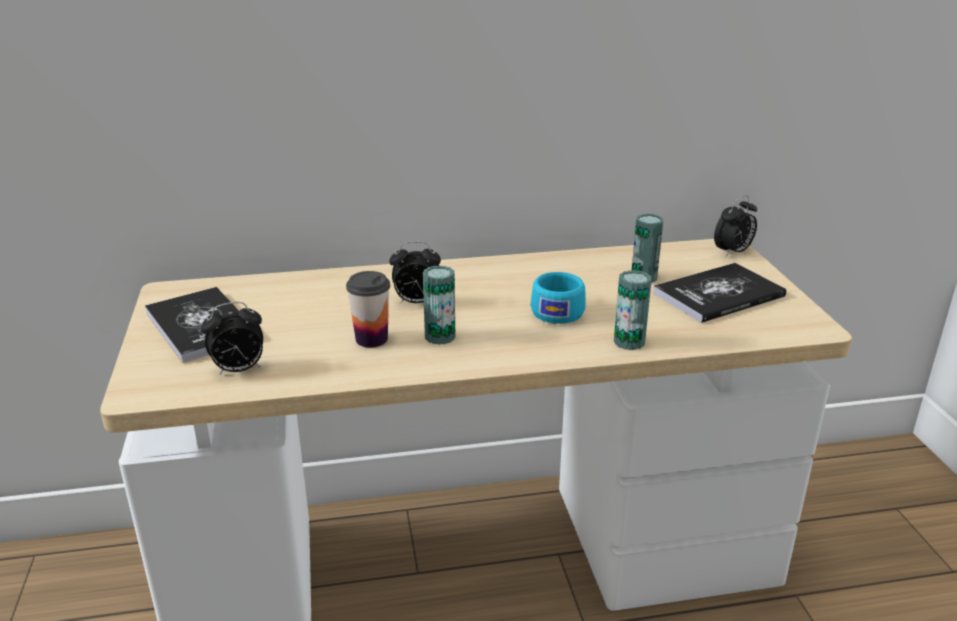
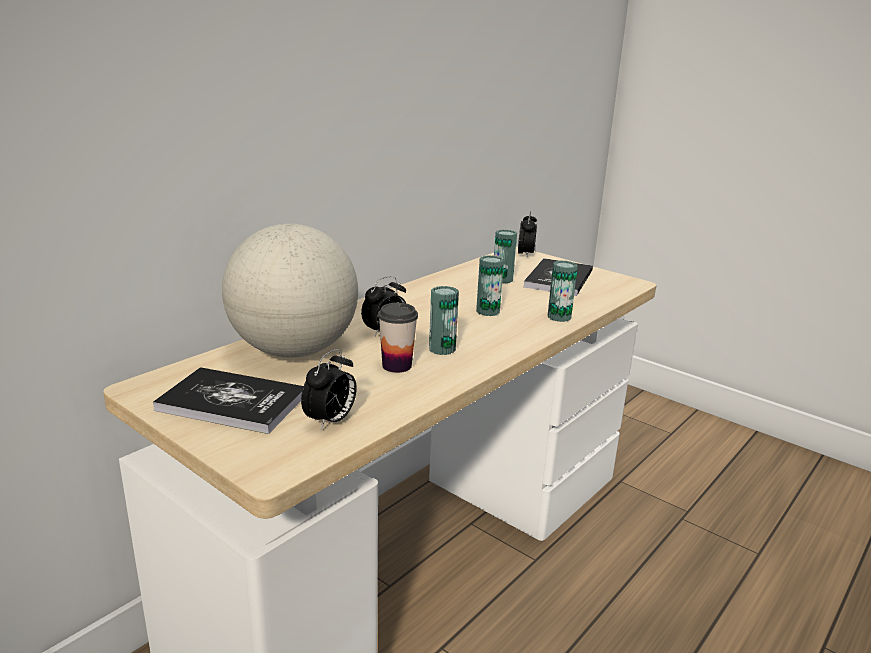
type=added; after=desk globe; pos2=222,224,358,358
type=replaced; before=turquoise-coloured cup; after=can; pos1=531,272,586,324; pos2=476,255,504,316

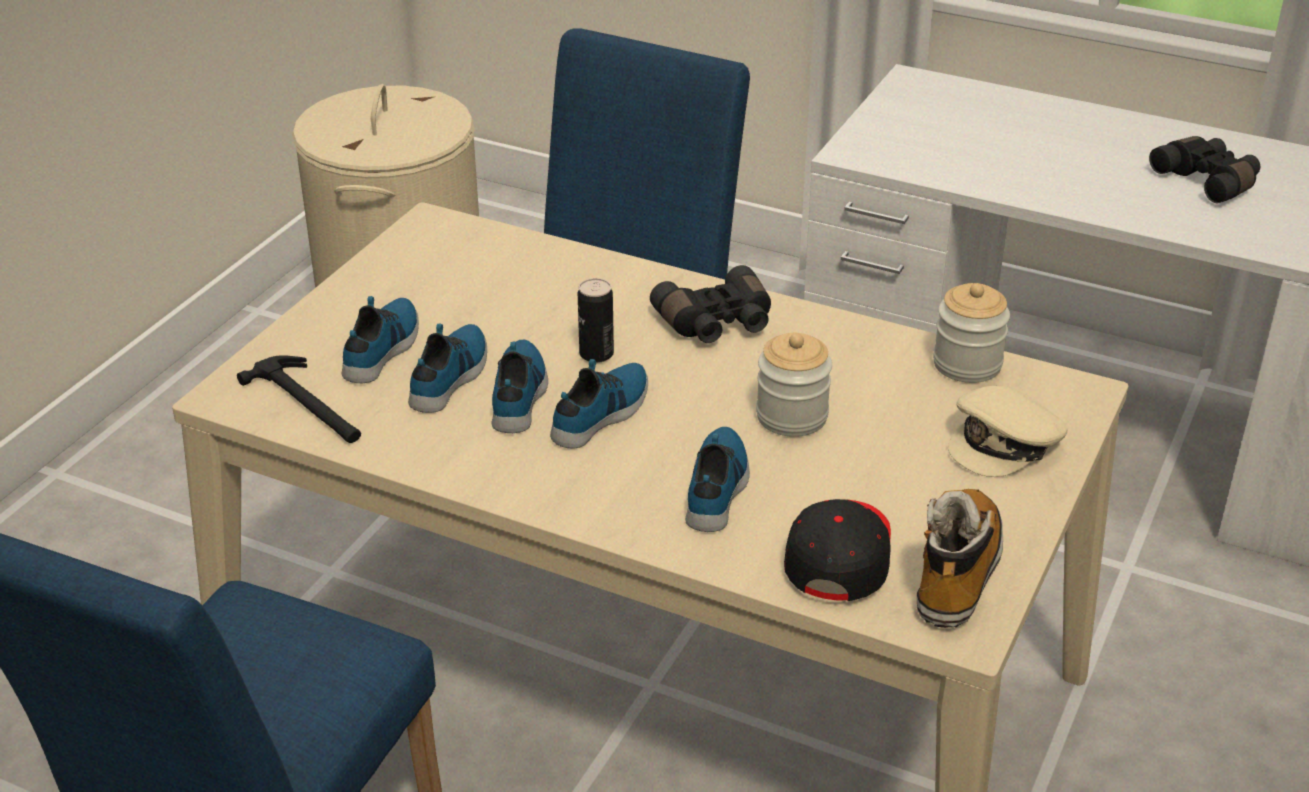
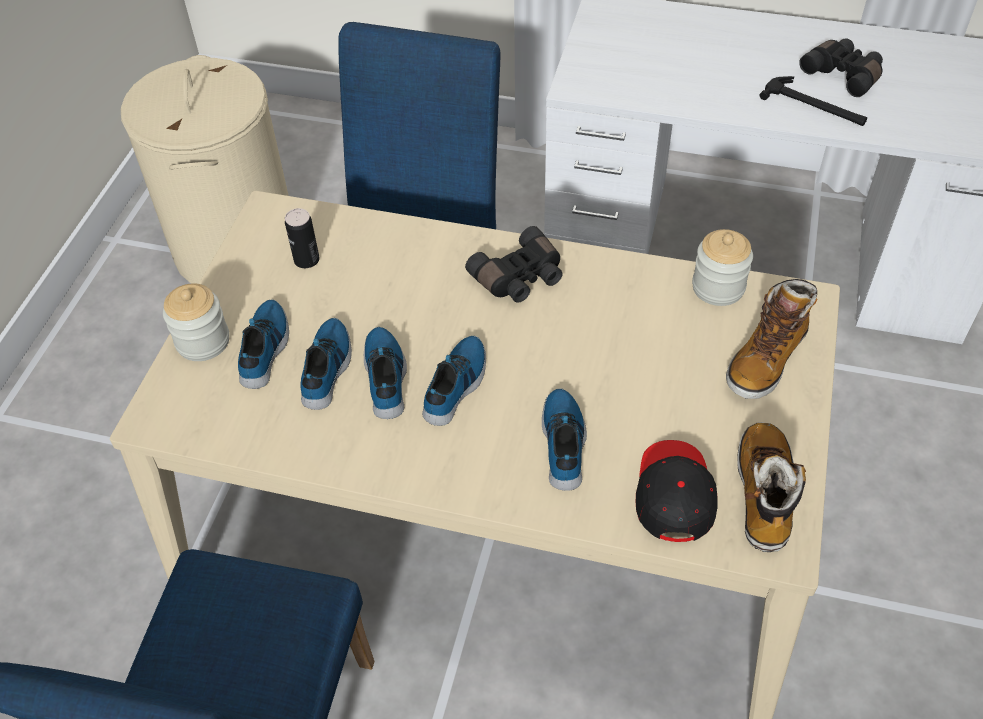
type=moved; before=storage jar; pos1=756,333,832,437; pos2=163,283,229,361
type=moved; before=can; pos1=578,278,614,363; pos2=285,208,320,268
type=replaced; before=sand-coloured cap; after=high-top boot; pos1=948,386,1068,477; pos2=726,279,817,399
type=moved; before=hand hammer; pos1=237,355,361,443; pos2=760,76,867,126

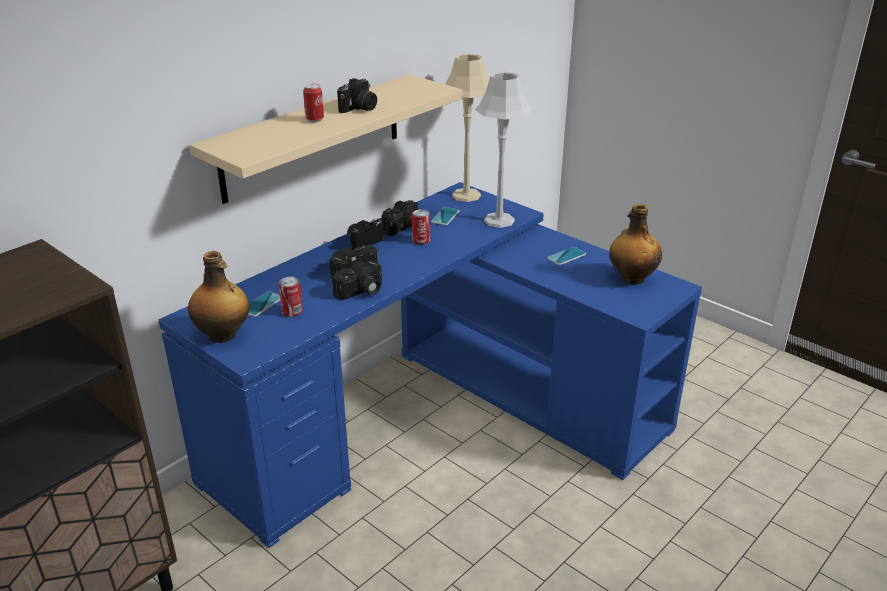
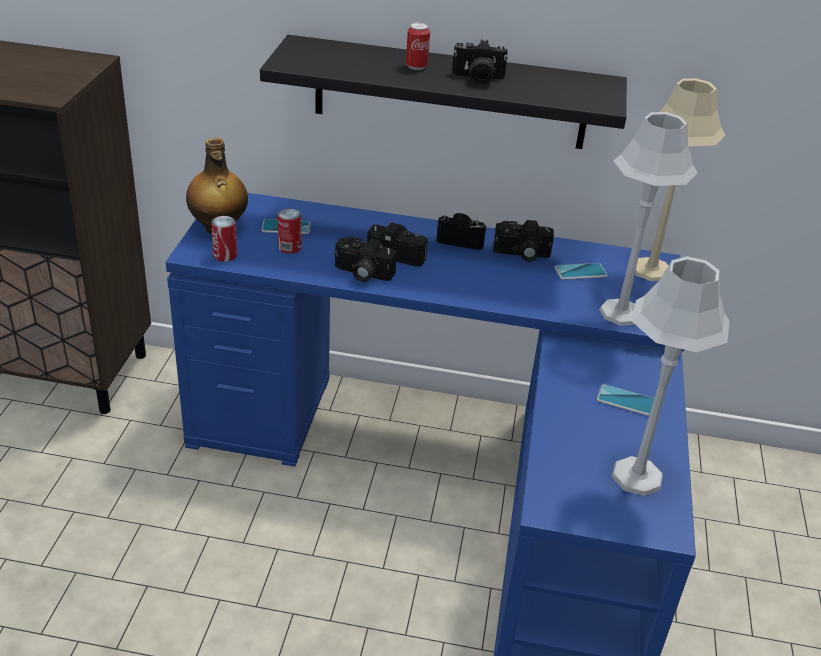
type=moved; before=can; pos1=412,209,430,244; pos2=211,216,237,262
type=recoloured; before=sand-coloured wall shelf; after=blackish wall shelf; pos1=189,74,463,204; pos2=260,35,627,149
type=replaced; before=beverage bottle; after=greyish lamp for a table; pos1=609,204,662,284; pos2=612,256,729,496

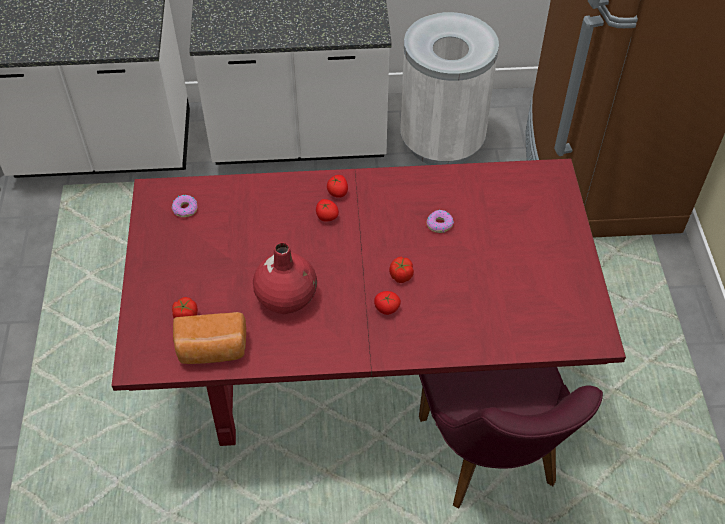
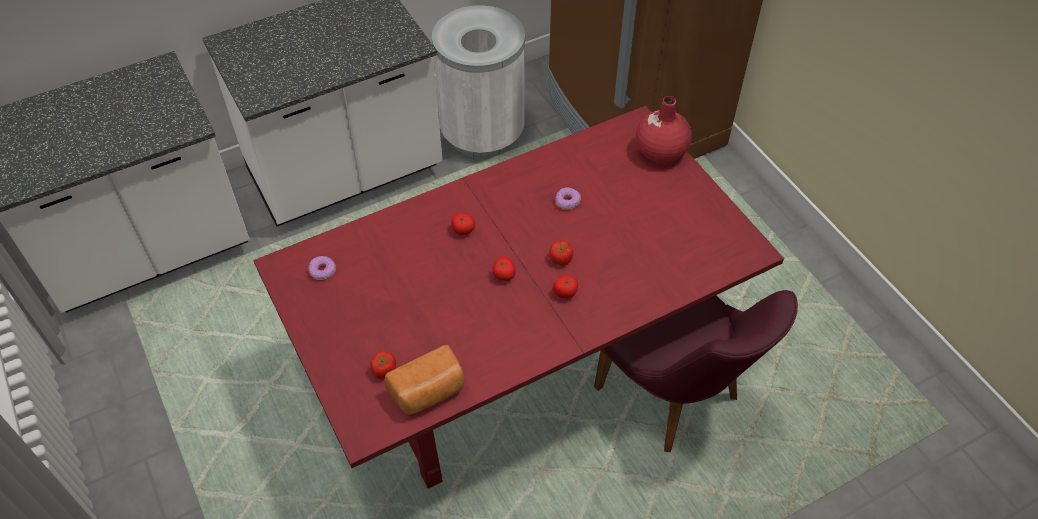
type=moved; before=tomato; pos1=327,175,348,198; pos2=493,257,516,281
type=moved; before=red flower vase; pos1=253,242,317,314; pos2=636,96,692,163

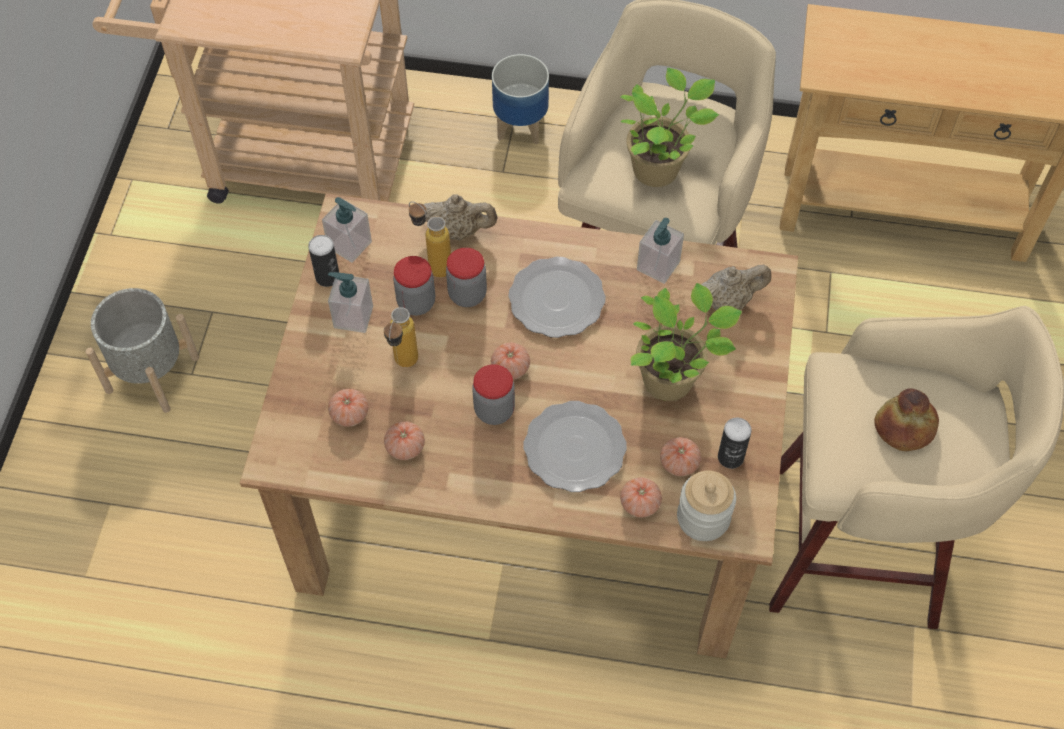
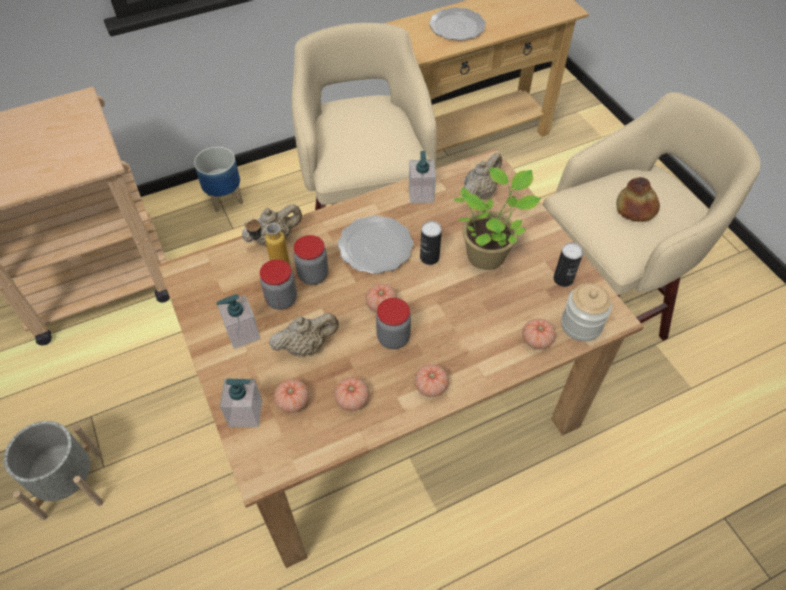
type=moved; before=liquid soap bottle; pos1=322,197,372,263; pos2=220,379,262,427
type=replaced; before=beverage bottle; after=sand-coloured tea pot; pos1=384,307,418,367; pos2=269,313,339,357
type=moved; before=tomato; pos1=660,437,701,476; pos2=414,364,449,397
type=moved; before=can; pos1=308,235,339,287; pos2=420,221,442,265
type=moved; before=flat dish; pos1=523,401,627,492; pos2=429,7,486,41
type=removed; before=potted plant; pos1=621,68,719,187

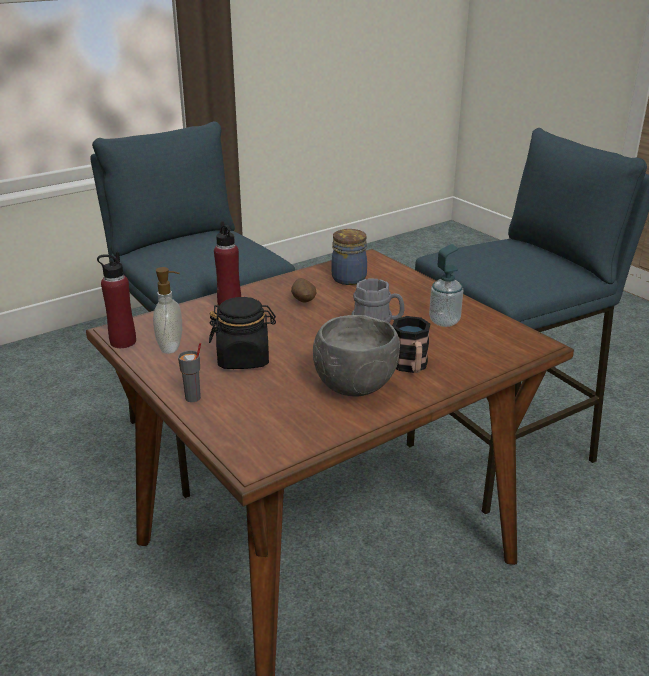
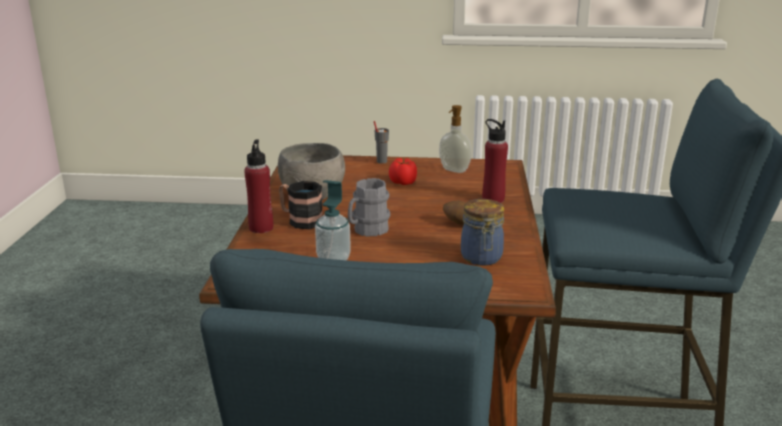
type=moved; before=red beverage bottle; pos1=97,252,136,348; pos2=244,140,273,233
type=replaced; before=blackish storage jar; after=tomato; pos1=209,297,276,369; pos2=389,158,417,185

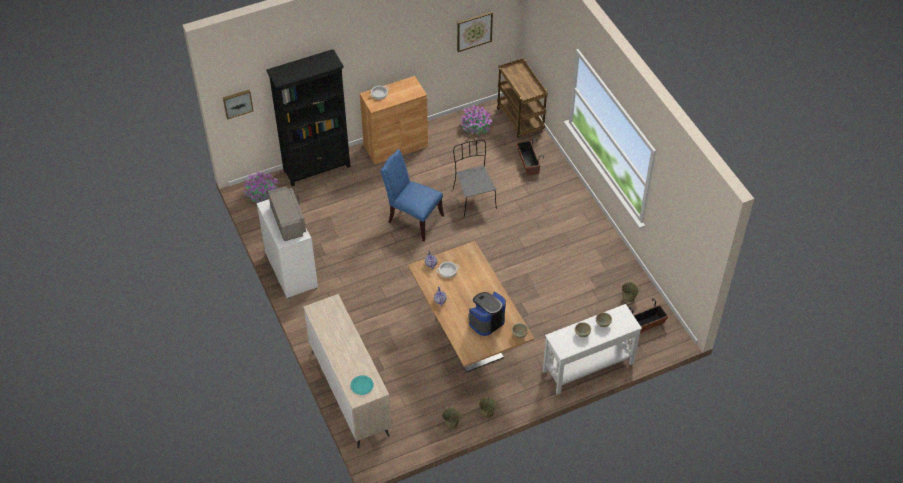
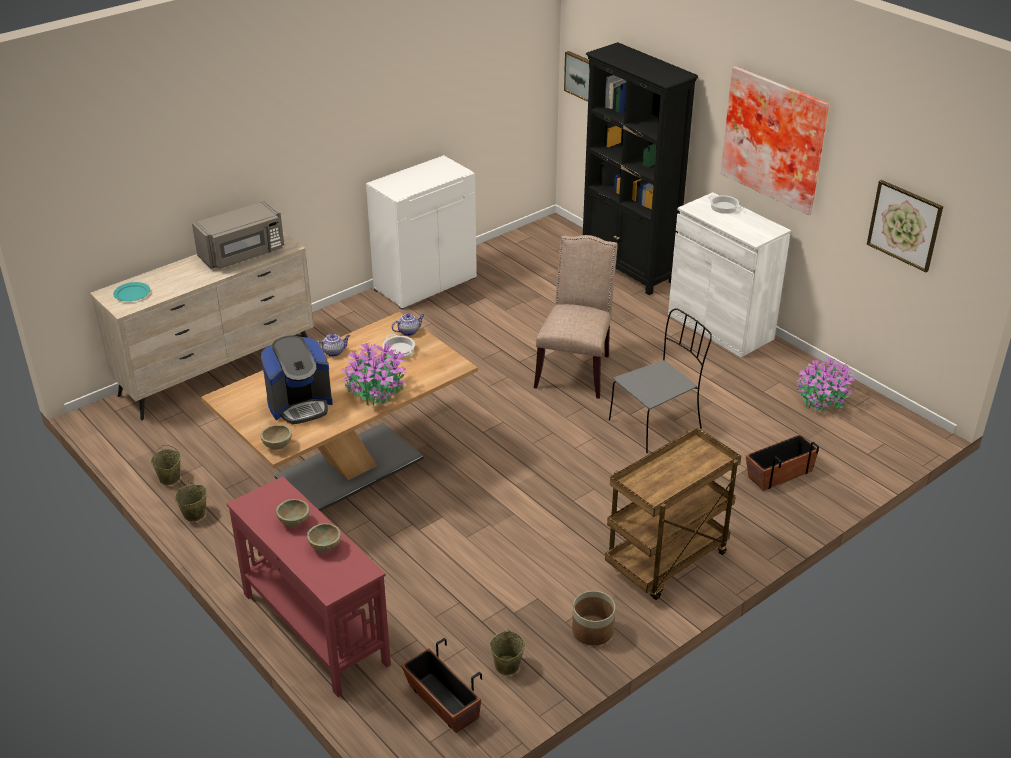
type=moved; before=greyish microwave; pos1=268,186,306,241; pos2=192,201,284,269
type=recoloured; before=white-coloured hall table; after=red hall table; pos1=543,304,642,395; pos2=226,476,391,697
type=turned; before=coffee brewer; pos1=468,292,506,336; pos2=261,336,333,424; turn=120
type=moved; before=potted plant; pos1=243,172,279,203; pos2=341,343,407,405
type=recoloured; before=bluish chair; after=sand-coloured chair; pos1=380,149,444,241; pos2=534,235,618,399
type=added; after=plant pot; pos2=572,591,615,645
type=moved; before=brown-coloured wheeled cart; pos1=497,58,548,138; pos2=605,427,741,600
type=recoloured; before=brown-coloured storage cabinet; after=white-coloured storage cabinet; pos1=360,76,428,164; pos2=668,192,791,357
type=added; after=wall picture; pos2=720,66,829,215

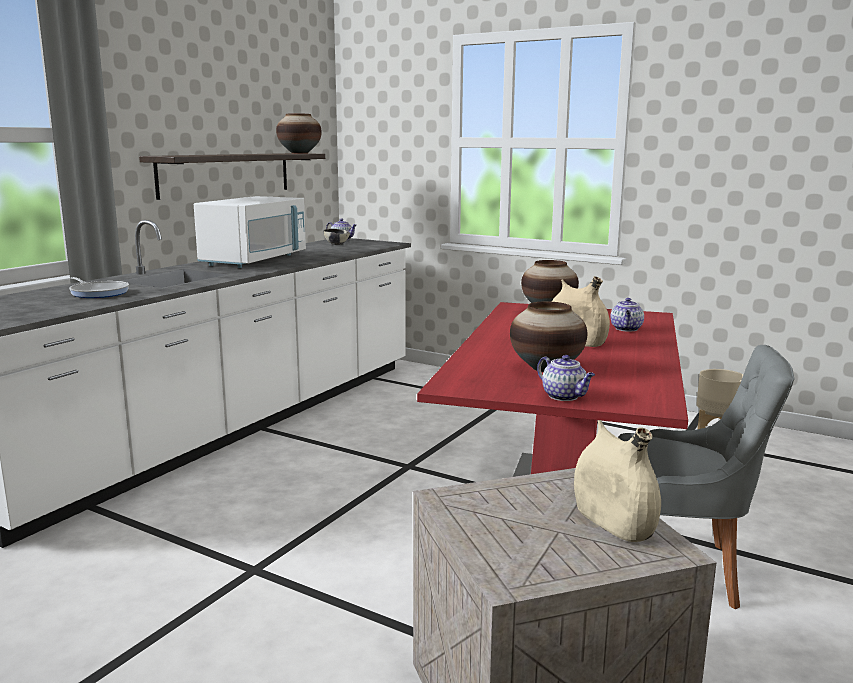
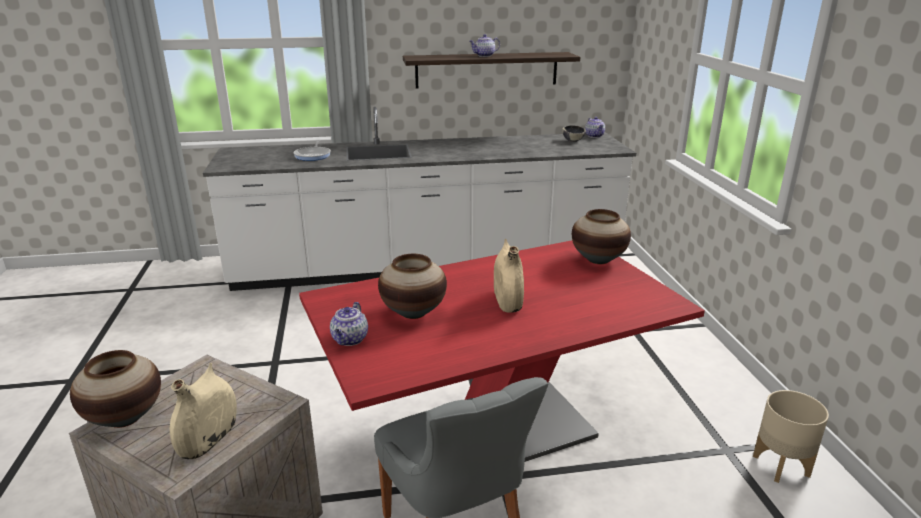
type=moved; before=flower vase; pos1=276,113,322,154; pos2=70,350,161,428
type=moved; before=tea pot; pos1=610,298,644,332; pos2=470,34,500,57
type=removed; before=white-coloured microwave; pos1=194,196,306,268

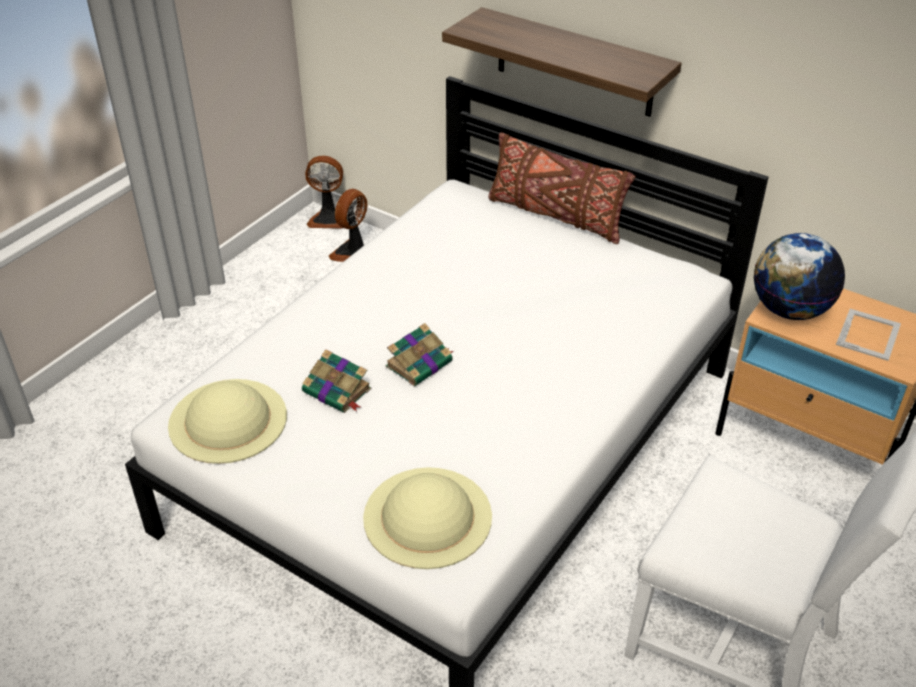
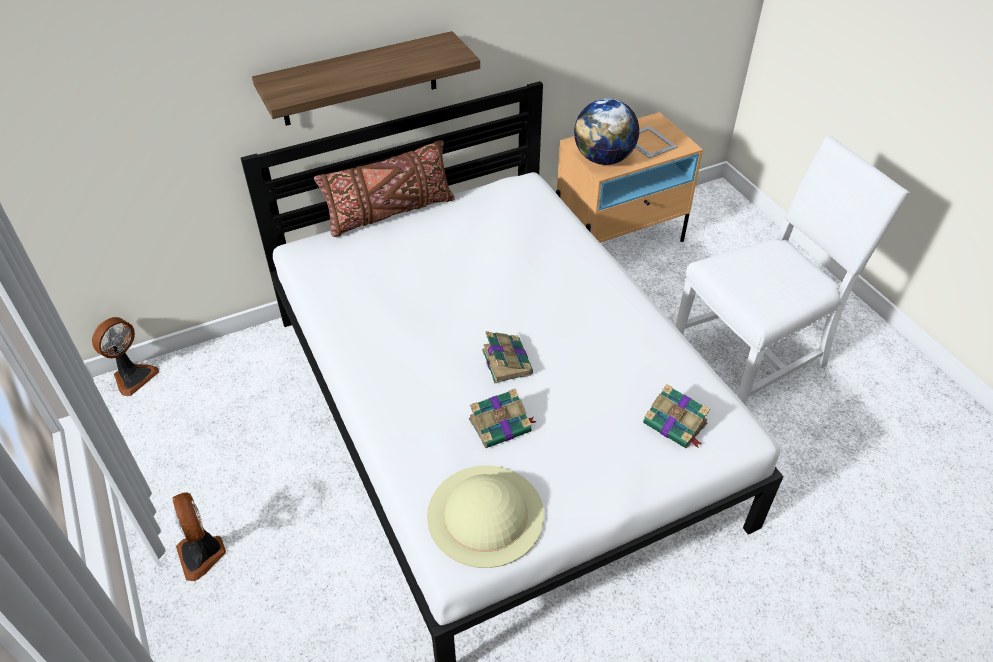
type=moved; before=electric fan; pos1=329,189,368,262; pos2=172,492,226,581
type=replaced; before=sand-coloured wearable hat; after=volume; pos1=363,467,492,569; pos2=643,384,710,448

